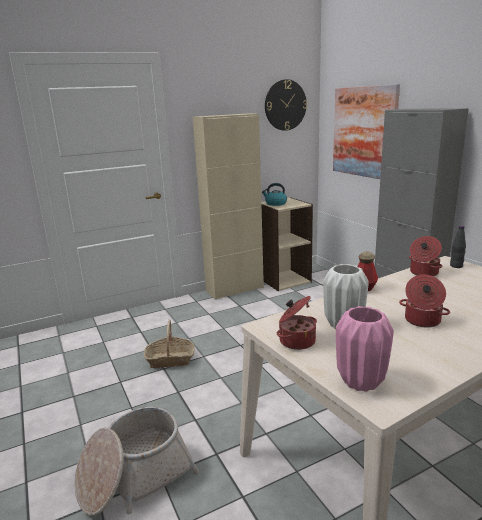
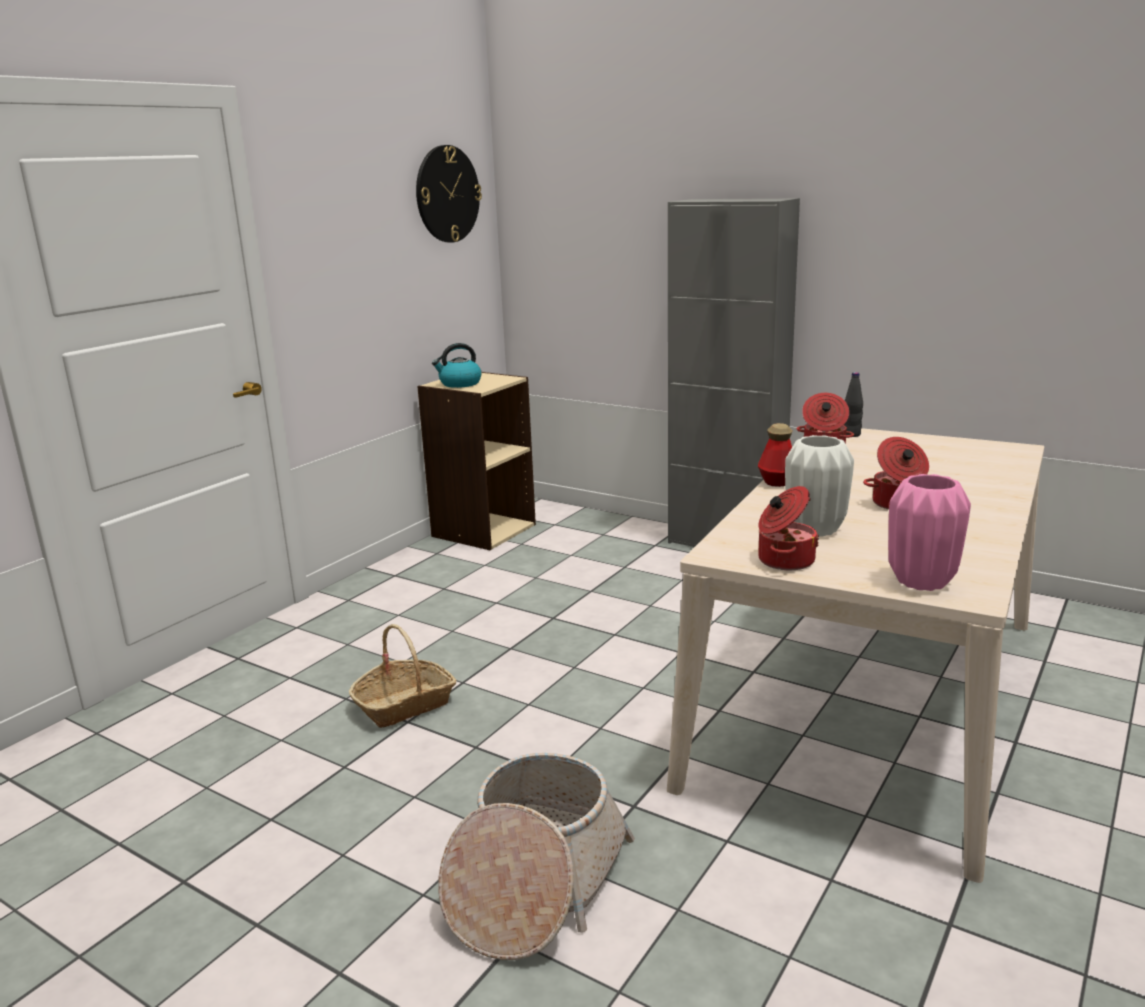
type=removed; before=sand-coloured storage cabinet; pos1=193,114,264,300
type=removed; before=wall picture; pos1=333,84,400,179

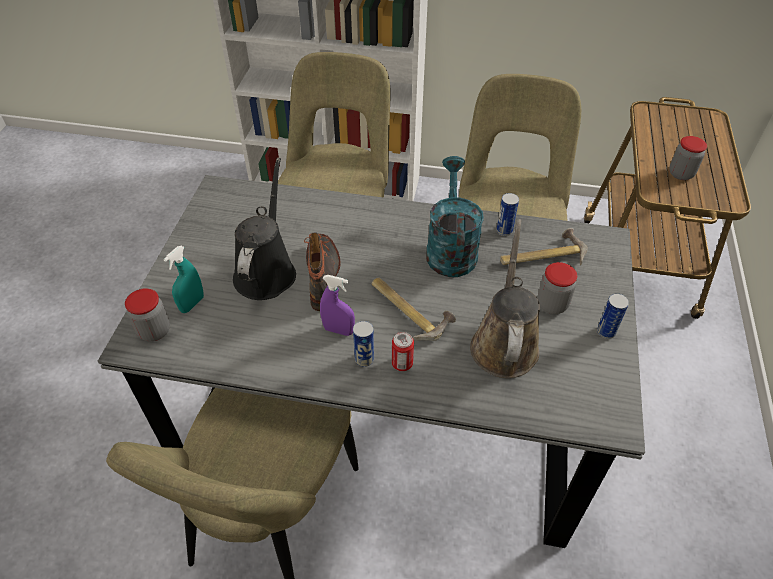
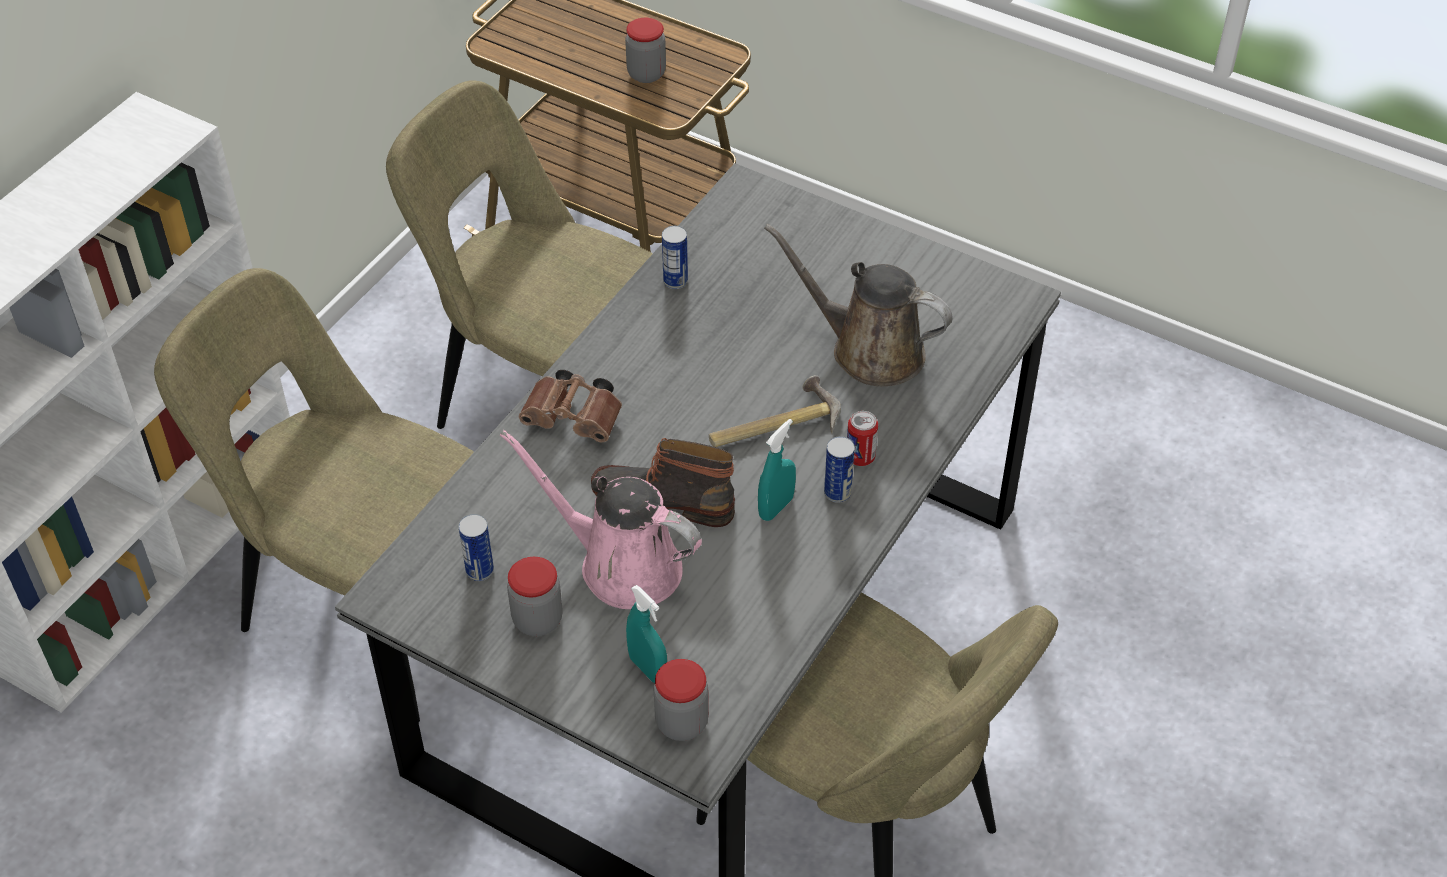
type=moved; before=can; pos1=597,293,629,339; pos2=458,514,494,581
type=recoloured; before=blackish sprinkling can; after=pinkish sprinkling can; pos1=233,158,296,300; pos2=500,430,702,609
type=moved; before=storage jar; pos1=537,262,577,314; pos2=507,557,563,636
type=added; after=brown-coloured pair of binoculars; pos2=519,370,622,443
type=recoloured; before=purplish spray bottle; after=turquoise-coloured spray bottle; pos1=320,275,355,336; pos2=758,419,796,521
type=removed; before=turquoise-coloured sprinkling can; pos1=426,156,484,277
type=removed; before=hand hammer; pos1=500,228,588,266

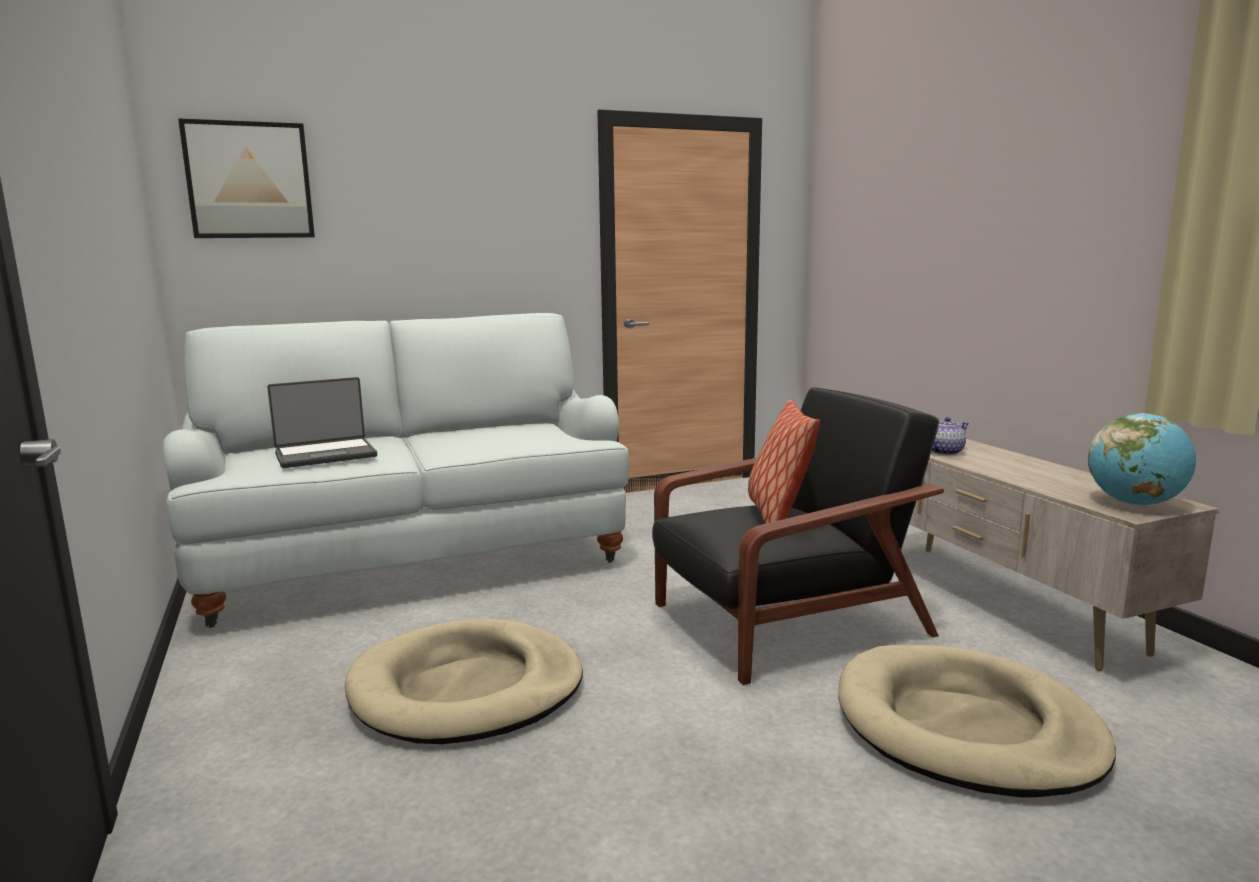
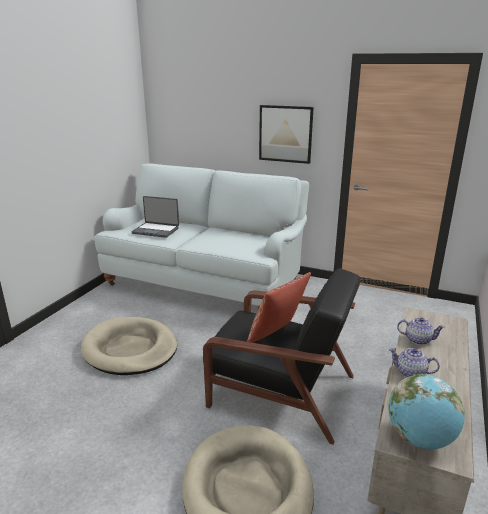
type=moved; before=wall picture; pos1=178,118,315,238; pos2=259,105,314,164
type=added; after=tea pot; pos2=389,348,440,377

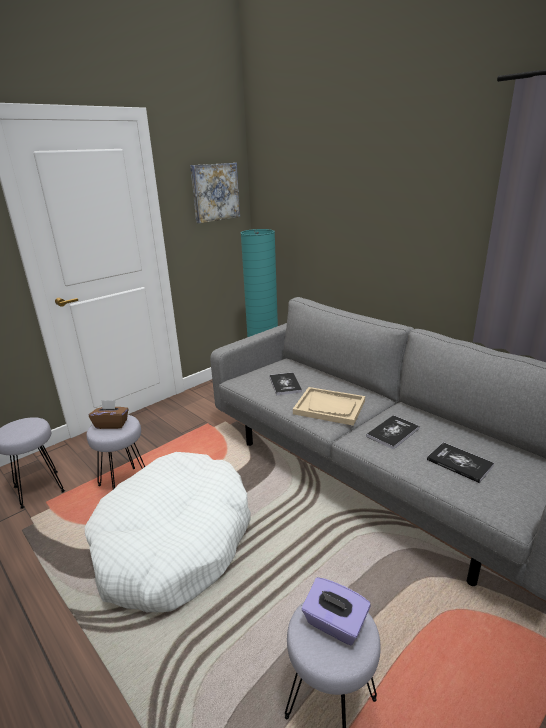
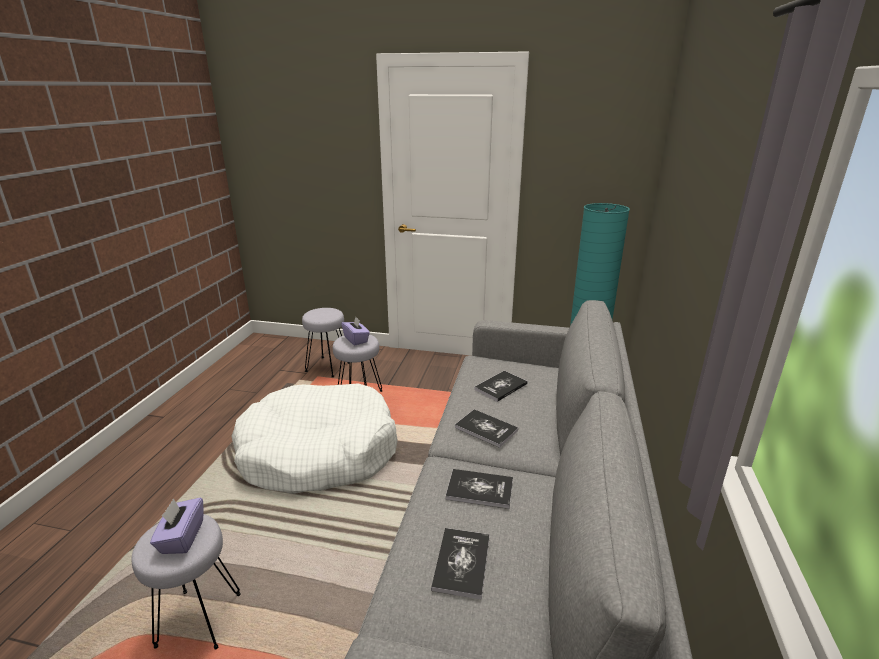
type=recoloured; before=brown-coloured tissue box; after=purplish tissue box; pos1=89,400,129,429; pos2=341,317,370,345
type=replaced; before=sand-coloured carrying tray; after=volume; pos1=293,387,365,426; pos2=455,409,518,448
type=removed; before=wall picture; pos1=190,163,240,223

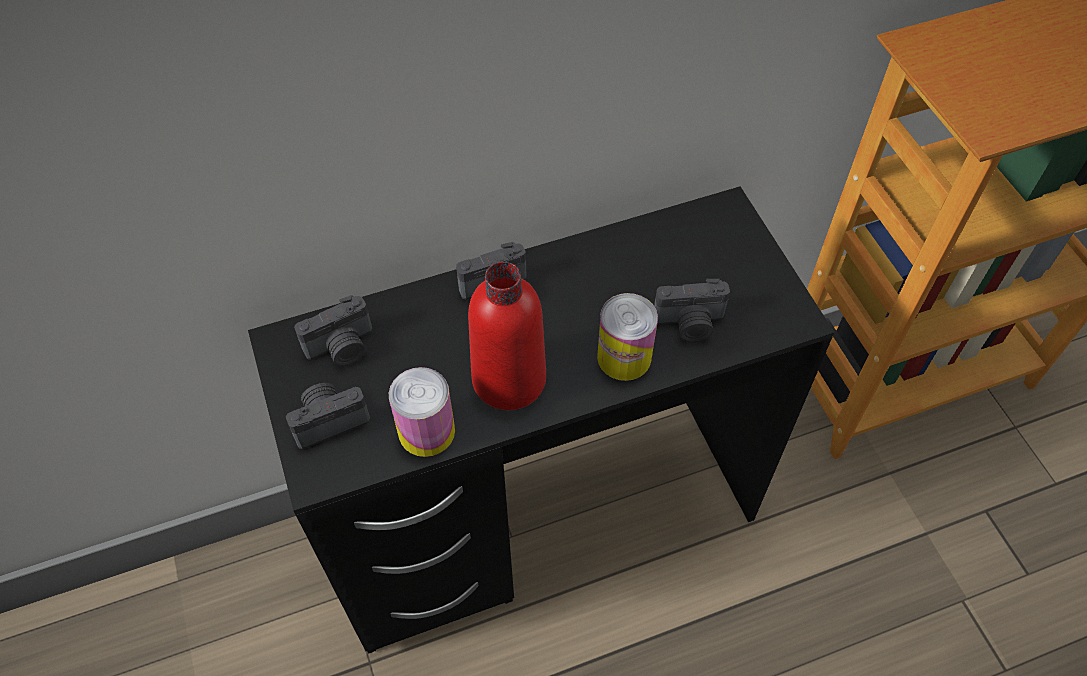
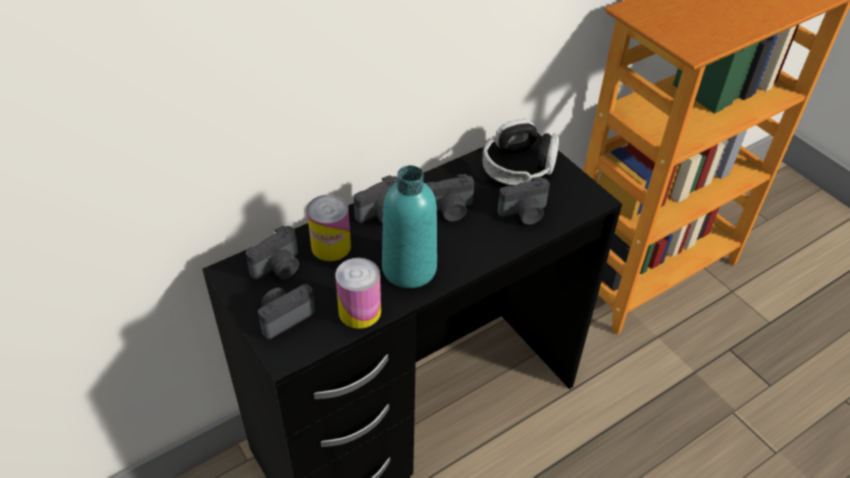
type=moved; before=can; pos1=597,293,658,381; pos2=307,194,351,261
type=recoloured; before=red beverage bottle; after=turquoise-coloured beverage bottle; pos1=468,262,546,410; pos2=382,165,437,288
type=added; after=still camera; pos2=425,174,474,222
type=added; after=pair of headphones; pos2=482,119,559,185

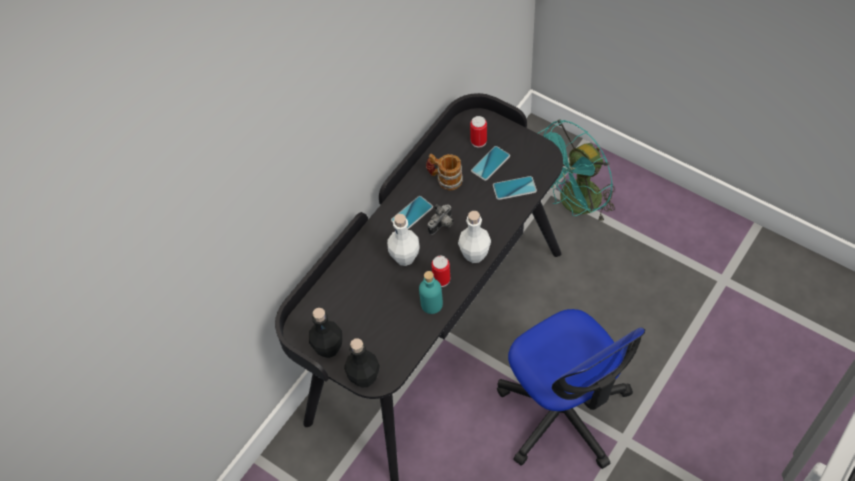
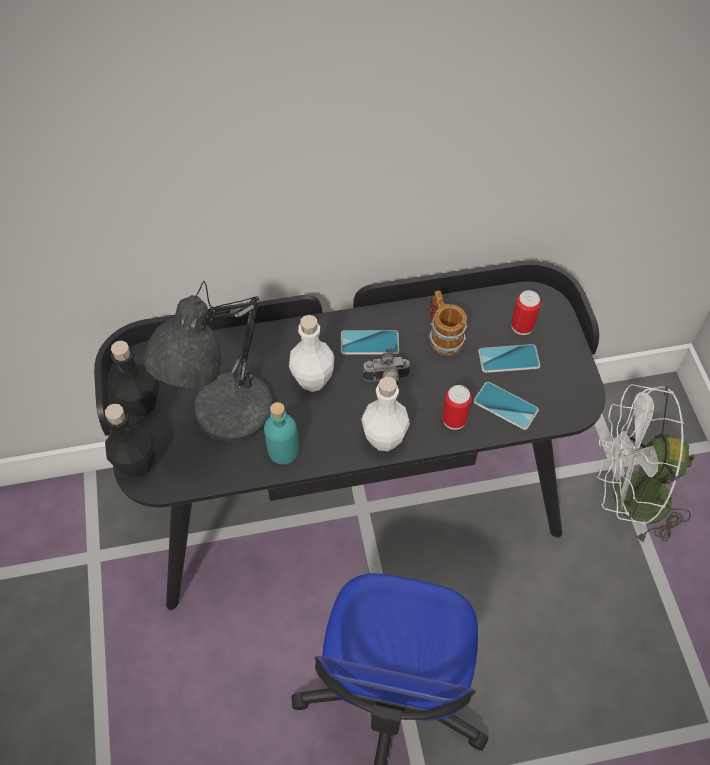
type=added; after=greyish lamp for a table; pos2=143,281,273,442
type=moved; before=can; pos1=431,256,450,287; pos2=442,385,472,430
type=recoloured; before=turquoise-coloured electric fan; after=white-coloured electric fan; pos1=537,119,615,221; pos2=596,384,696,544

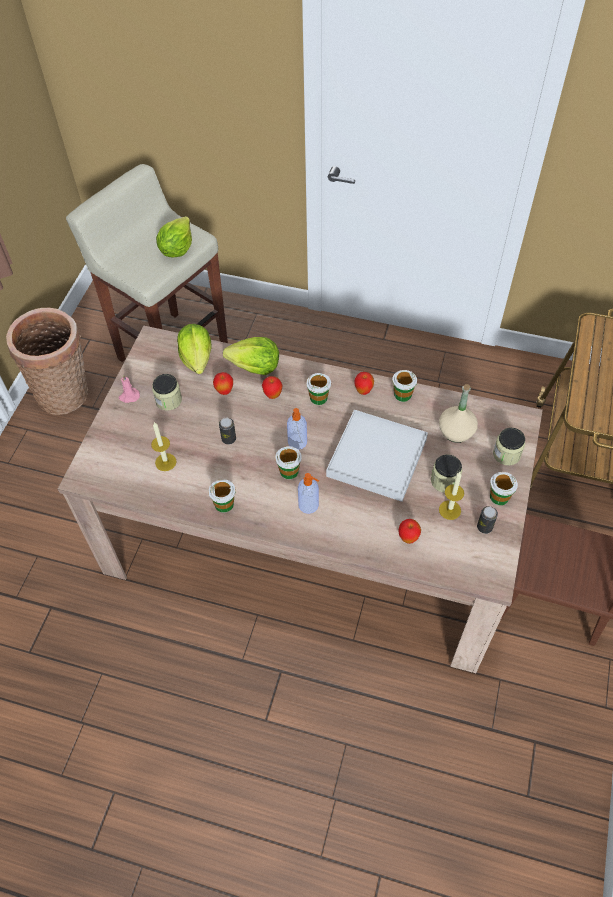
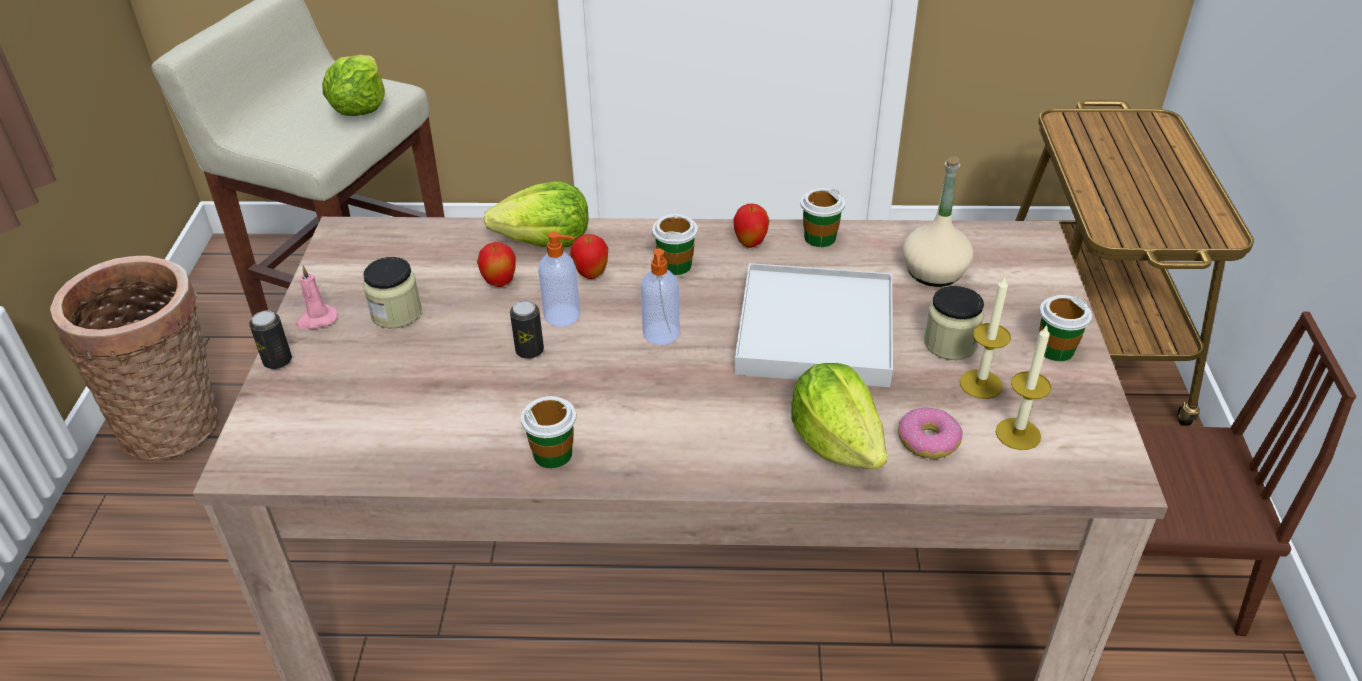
type=moved; before=can; pos1=477,506,498,534; pos2=249,311,292,369
type=moved; before=liquid soap bottle; pos1=298,473,319,514; pos2=538,231,580,327
type=moved; before=lettuce head; pos1=177,324,211,374; pos2=791,363,888,469
type=replaced; before=whole apple; after=donut; pos1=399,519,421,544; pos2=898,407,962,459
type=moved; before=wax light; pos1=151,422,177,471; pos2=996,325,1051,450
type=removed; before=cup; pos1=275,446,302,479
type=removed; before=storage jar; pos1=493,428,525,465

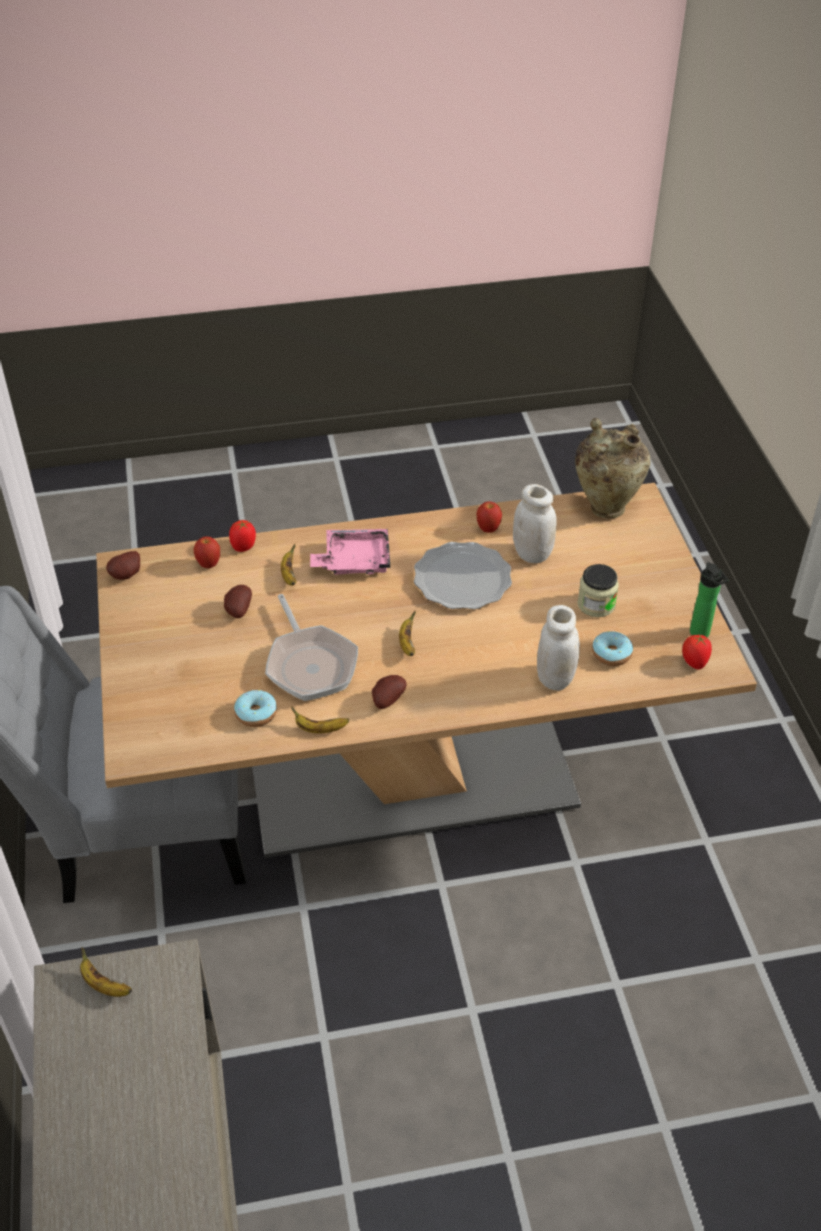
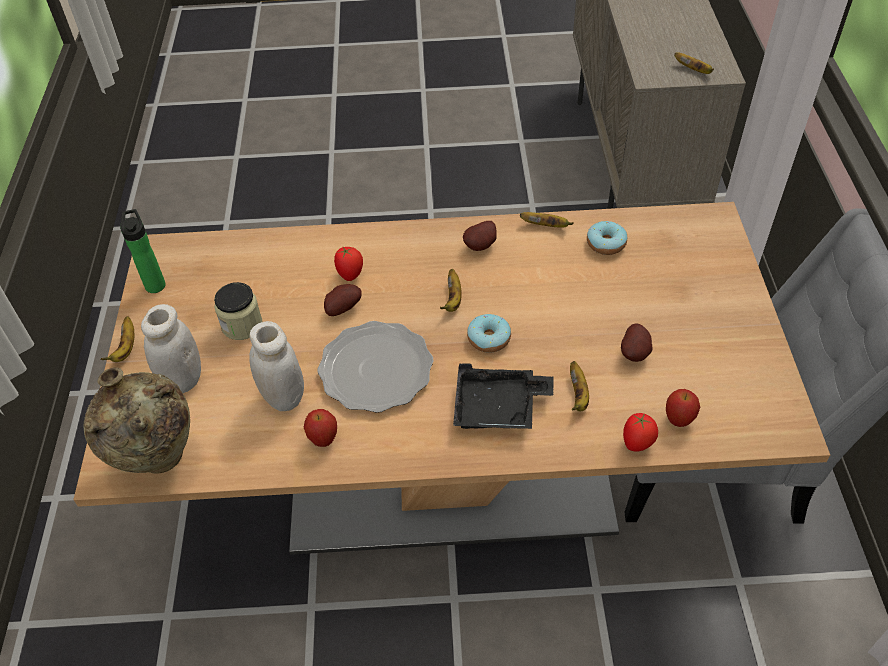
type=added; after=banana; pos2=101,316,134,362
type=moved; before=white-coloured storage jar; pos1=537,605,580,691; pos2=141,304,201,393
type=moved; before=spud; pos1=106,551,140,580; pos2=324,284,362,316
type=moved; before=tomato; pos1=682,635,712,670; pos2=334,247,363,281
type=recoloured; before=pinkish carrying tray; after=blackish carrying tray; pos1=310,529,390,575; pos2=453,363,554,429
type=moved; before=donut; pos1=592,631,633,666; pos2=467,314,511,353
type=removed; before=skillet; pos1=265,594,358,701

